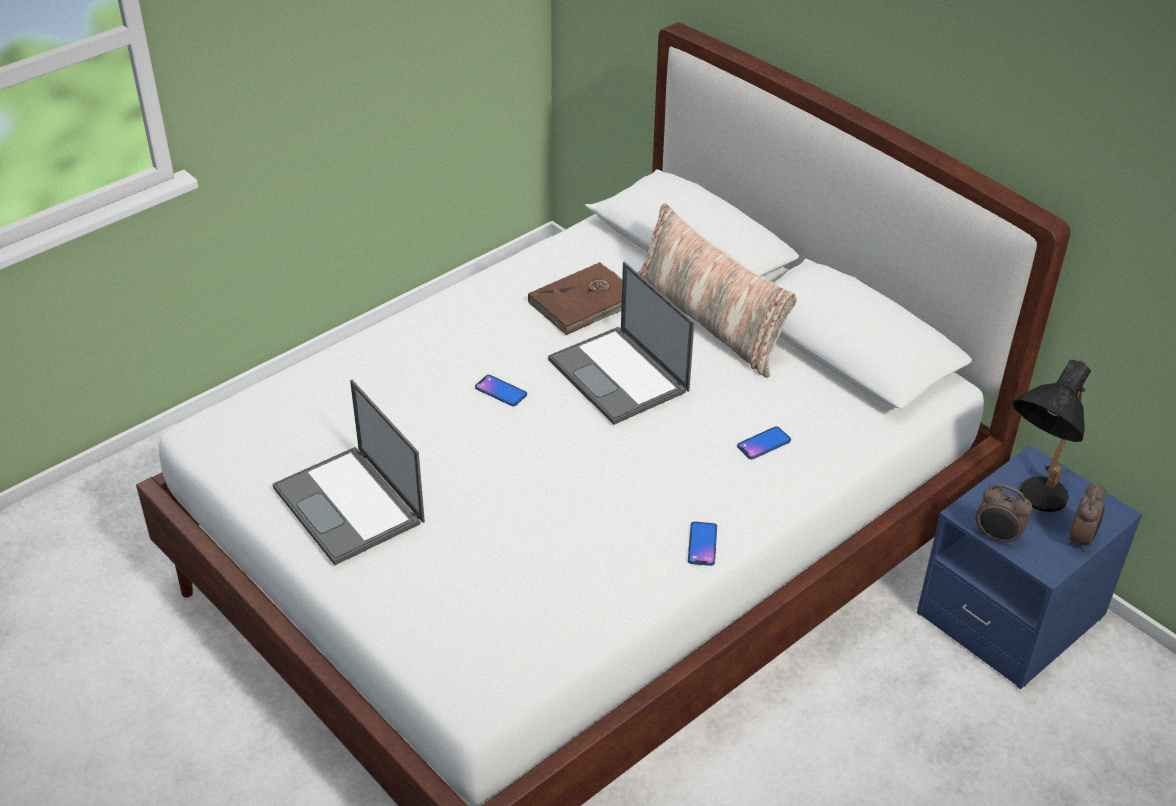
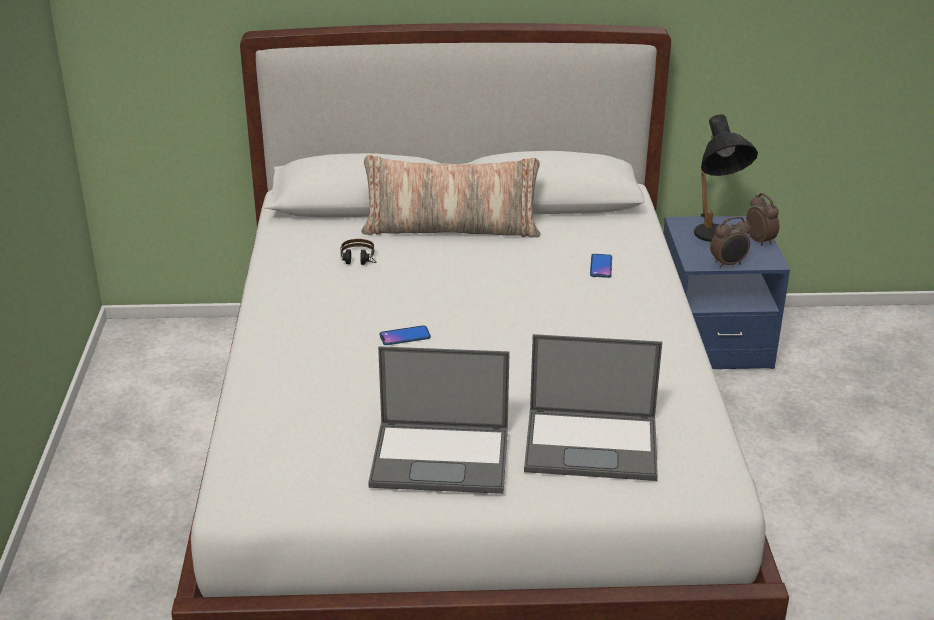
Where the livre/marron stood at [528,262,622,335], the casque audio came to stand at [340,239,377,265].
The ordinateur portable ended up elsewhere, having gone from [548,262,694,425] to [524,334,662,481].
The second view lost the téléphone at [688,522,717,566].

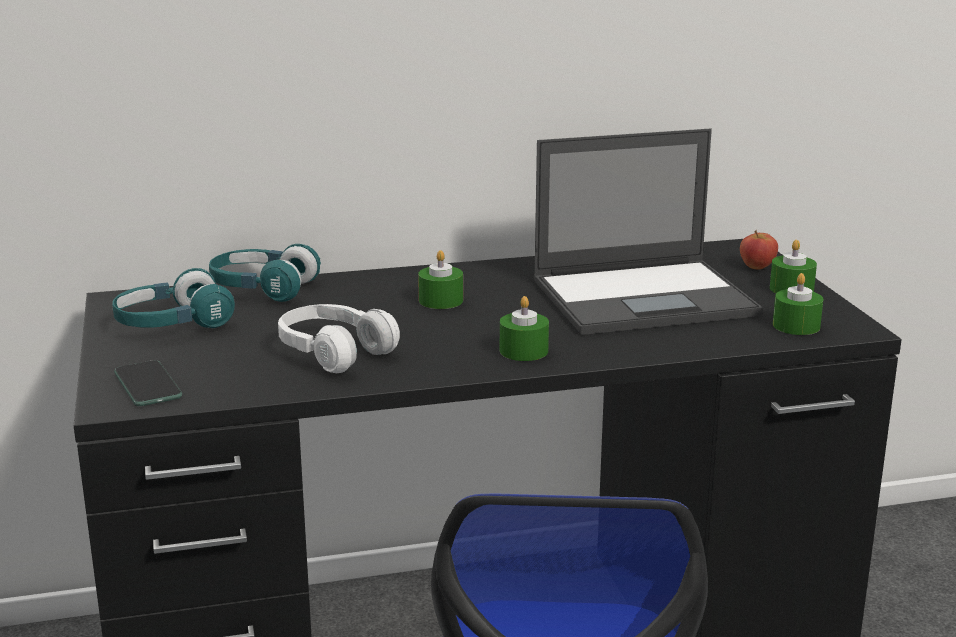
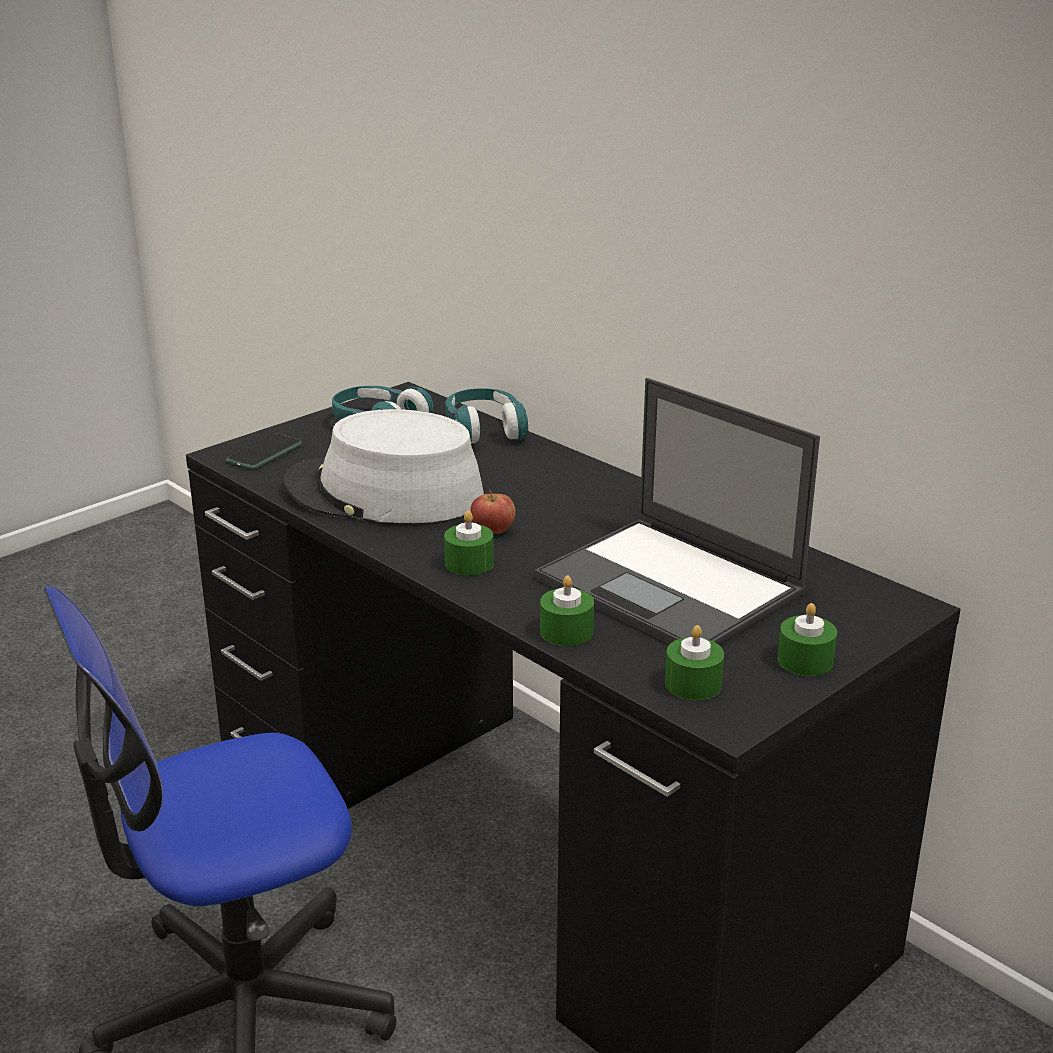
The pomme ended up elsewhere, having gone from [740,230,778,269] to [471,489,516,534].
The bougie/vert ended up elsewhere, having gone from [418,250,463,309] to [540,575,594,646].
Where the casque audio/blanc stood at [278,304,400,373], the chapeau/gris came to stand at [284,409,484,523].

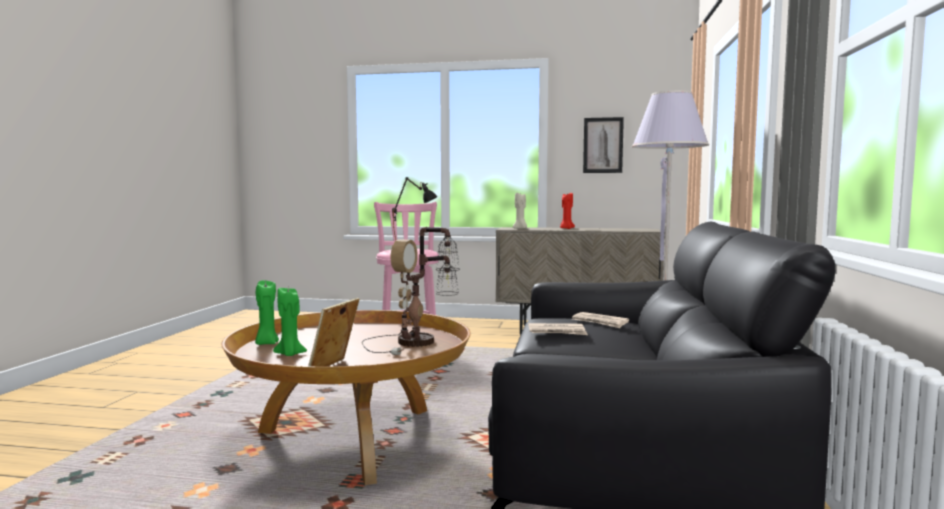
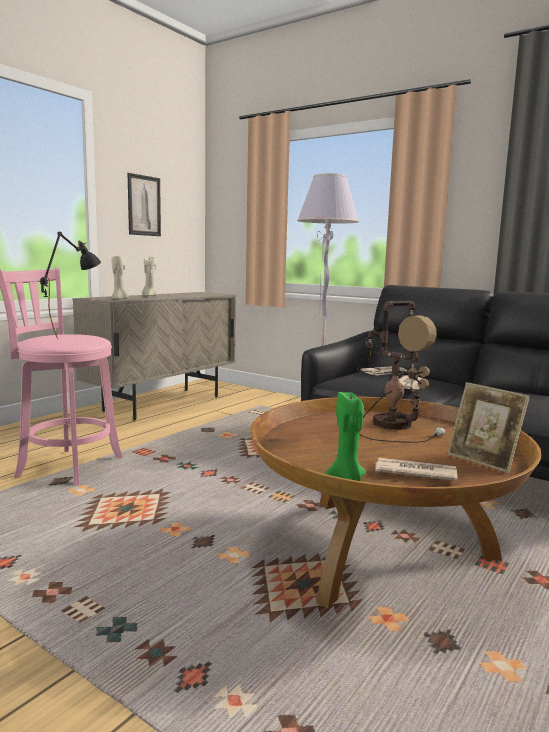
What was the bougie/rouge at [560,192,575,229] turned into the bougie/beige at [142,257,157,296].
Where the bougie/vert stood at [273,288,307,356], the journal came to stand at [375,458,458,481].

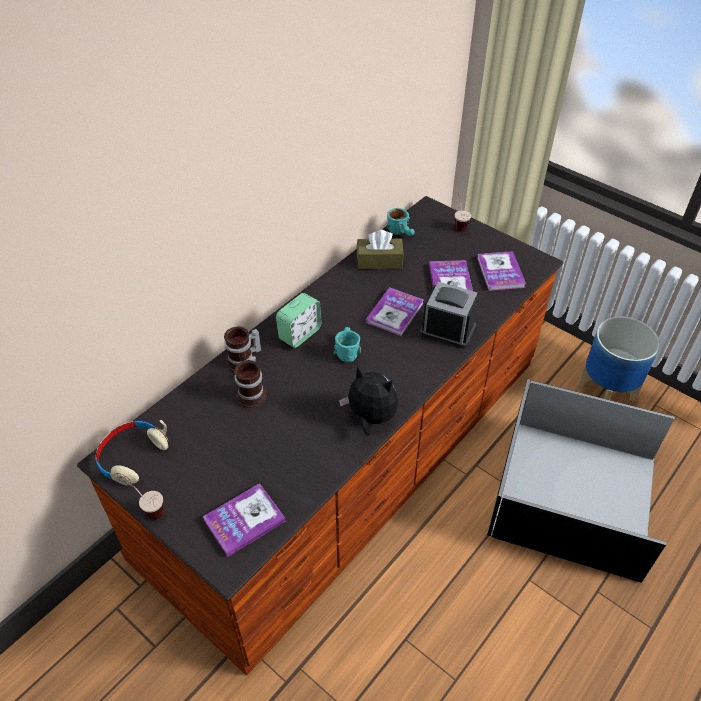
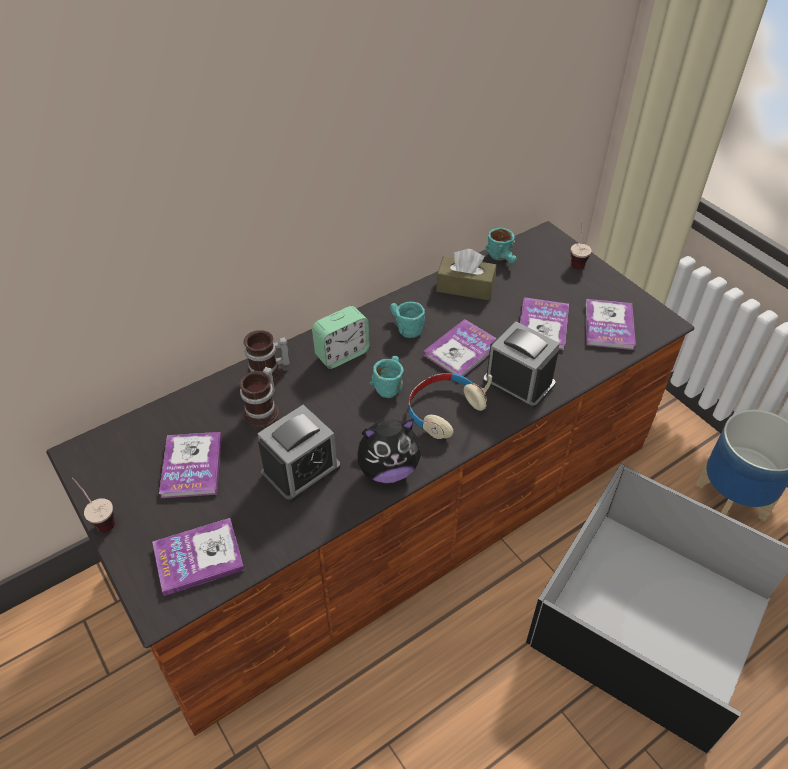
The peluche at [339,365,398,436] ended up facing another way, 120 degrees clockwise from before.
The casque audio/beige ended up elsewhere, having gone from [96,420,169,486] to [409,373,492,439].
The second view gained the mug/turquoise at [390,302,425,338].
The second view gained the réveil at [258,405,340,503].
The second view gained the livre at [159,432,222,498].

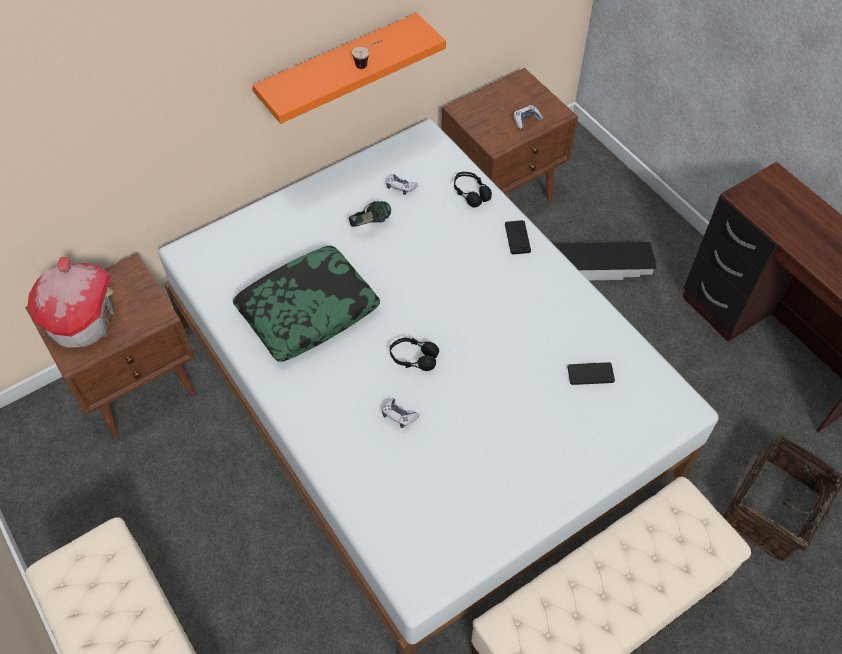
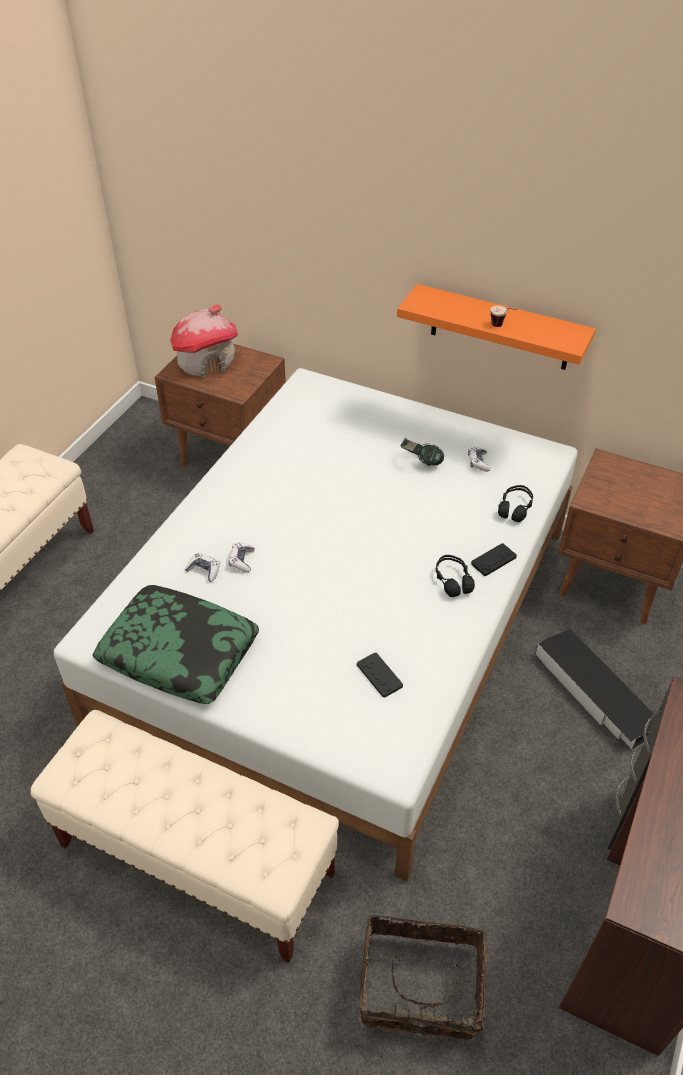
The manette ended up elsewhere, having gone from [513,105,543,129] to [185,552,220,582].
The coussin ended up elsewhere, having gone from [233,246,380,362] to [93,585,259,704].
The casque audio/noir ended up elsewhere, having gone from [390,338,439,371] to [436,555,475,597].

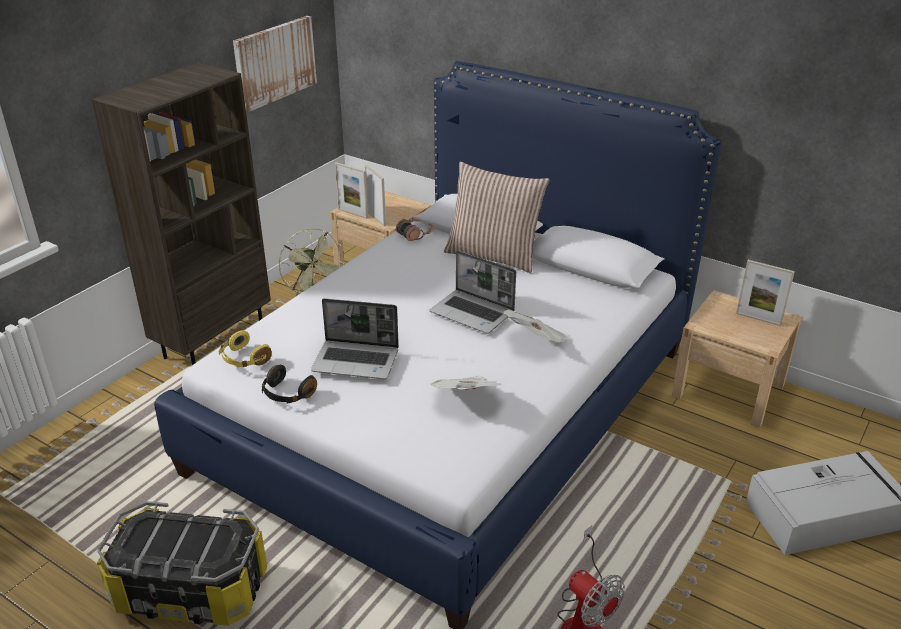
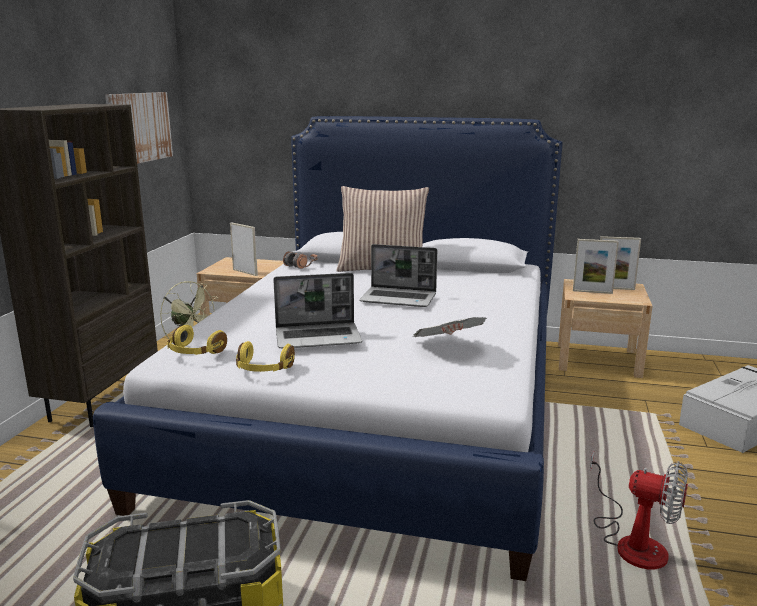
The cadre photo ended up elsewhere, having gone from [335,162,368,219] to [573,239,619,294].
The second view lost the journal at [503,310,570,343].
What was the casque audio/noir at [262,365,317,404] turned into the casque audio/jaune at [236,341,295,372].

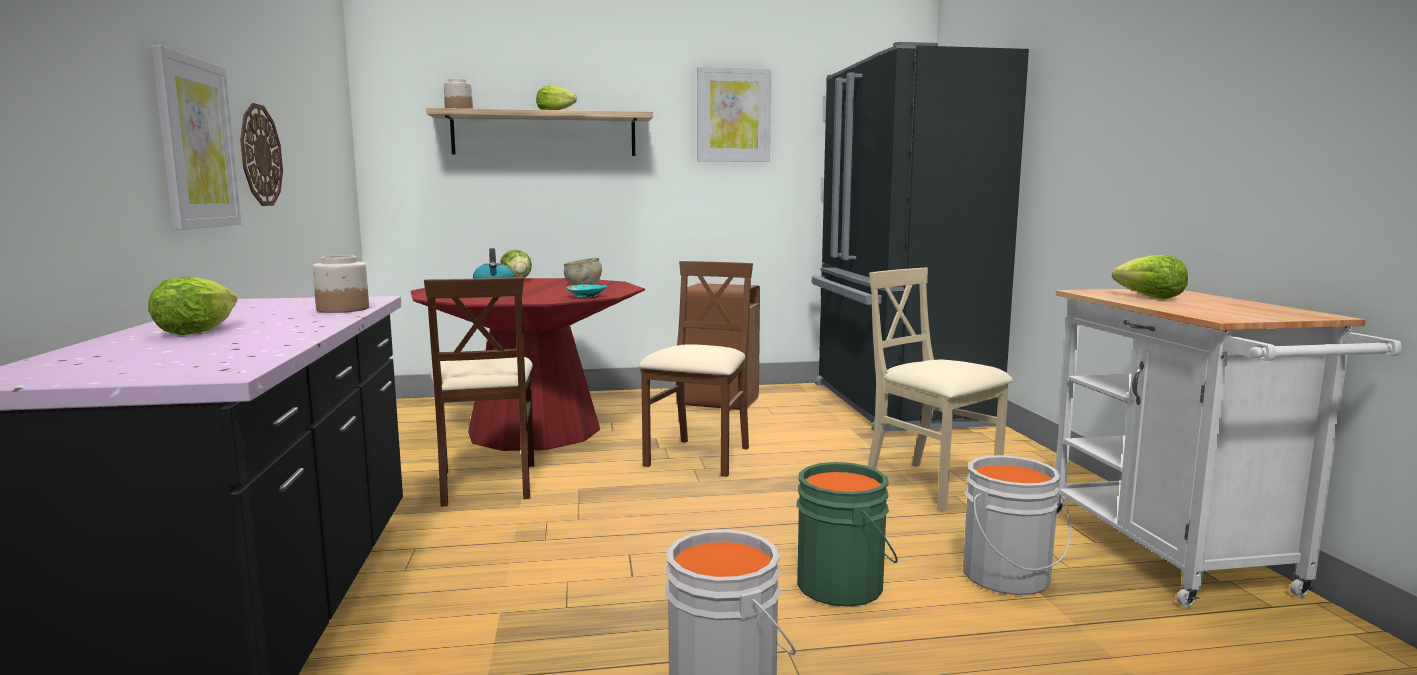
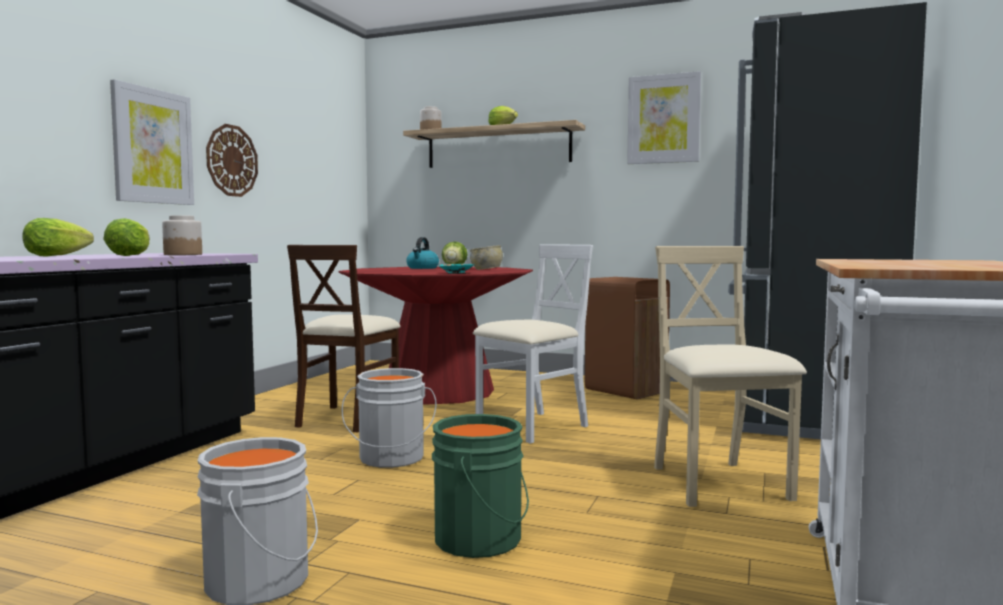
The laitue ended up elsewhere, having gone from [1112,255,1188,299] to [103,218,150,256].
What was the chaise/marron at [639,261,753,477] turned into the chaise/blanc at [473,244,593,443].
The seau/gris ended up elsewhere, having gone from [963,455,1072,595] to [342,368,437,468].

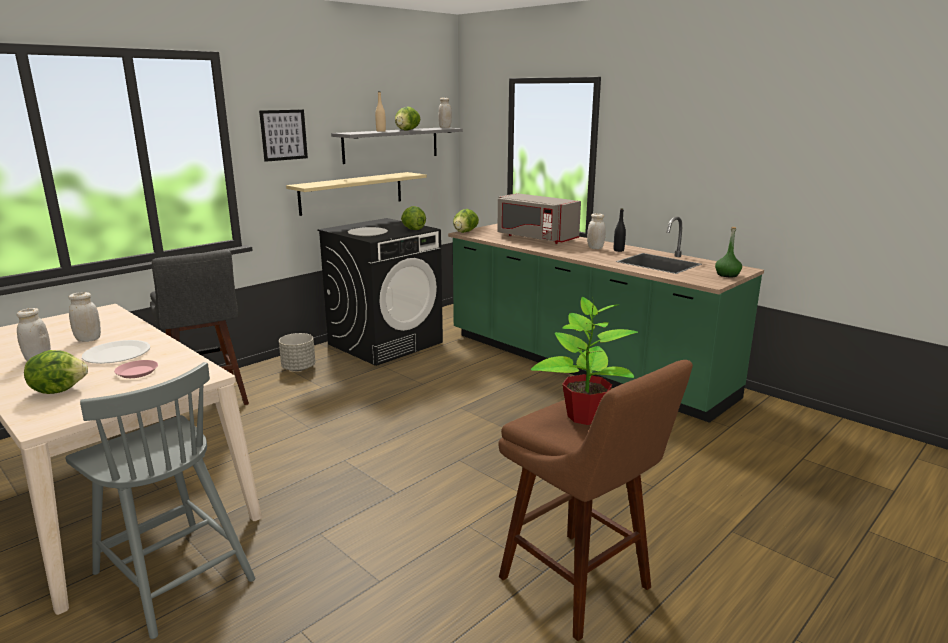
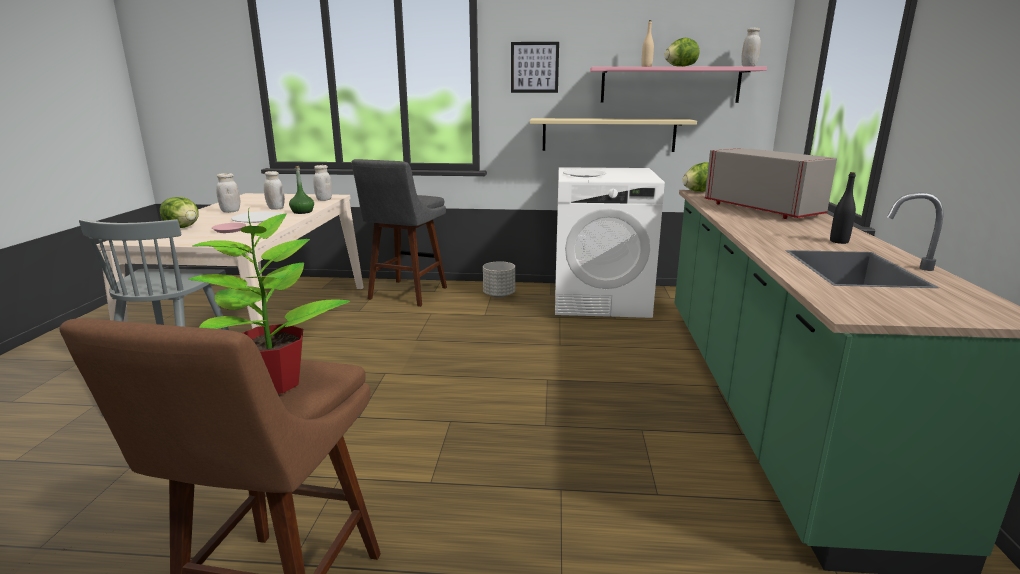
What was the étagère/gris at [331,128,463,164] turned into the étagère/rose at [590,66,767,103].
The micro-ondes/gris at [497,193,581,244] ended up facing another way, 150 degrees clockwise from before.
The second view lost the laitue at [401,206,426,230].
The bocal/blanc ended up elsewhere, having gone from [587,213,606,249] to [313,165,332,201].
What was the lave-linge/noir at [317,218,443,366] turned into the lave-linge/blanc at [555,167,665,318].
The bouteille/vert ended up elsewhere, having gone from [715,227,742,277] to [289,166,314,214].

